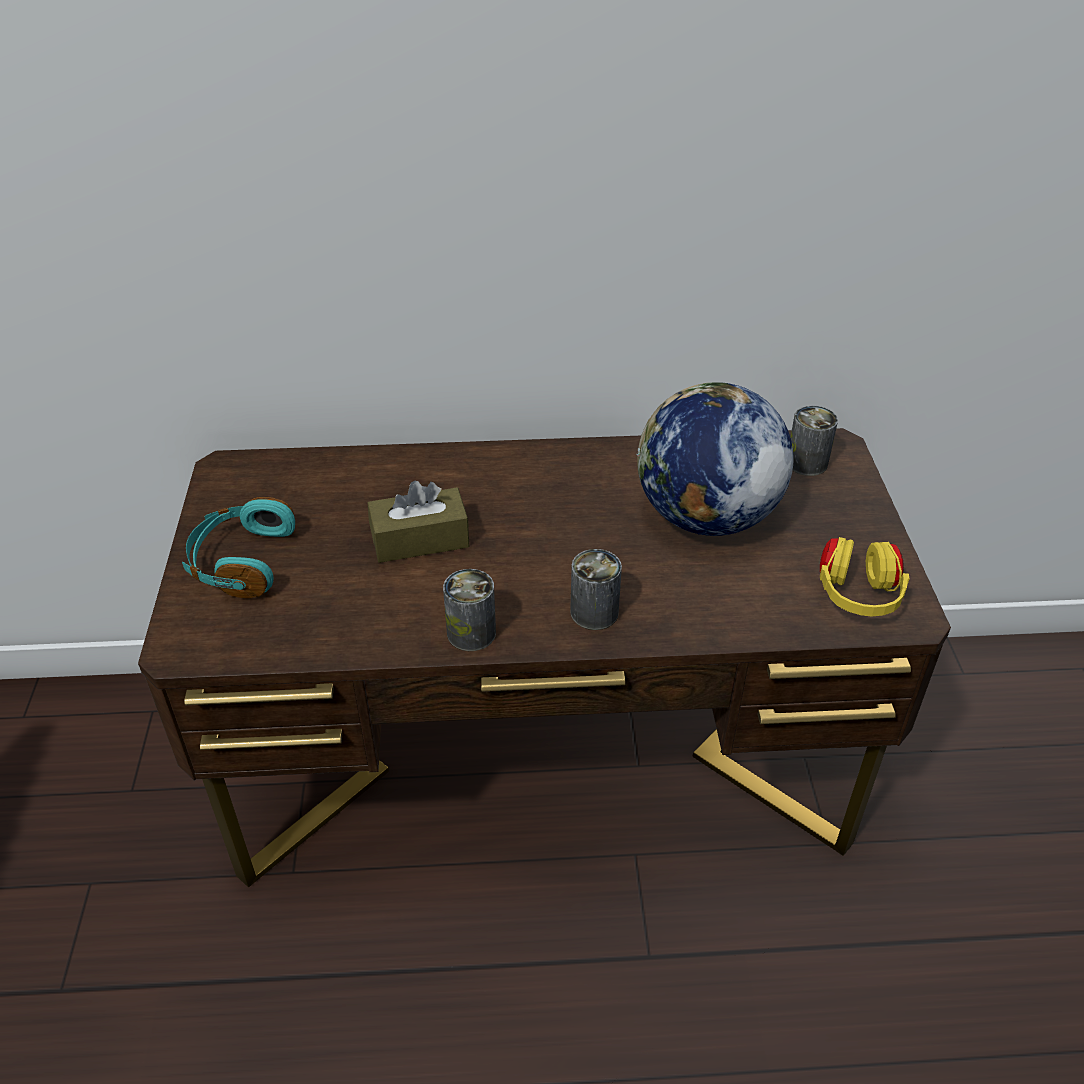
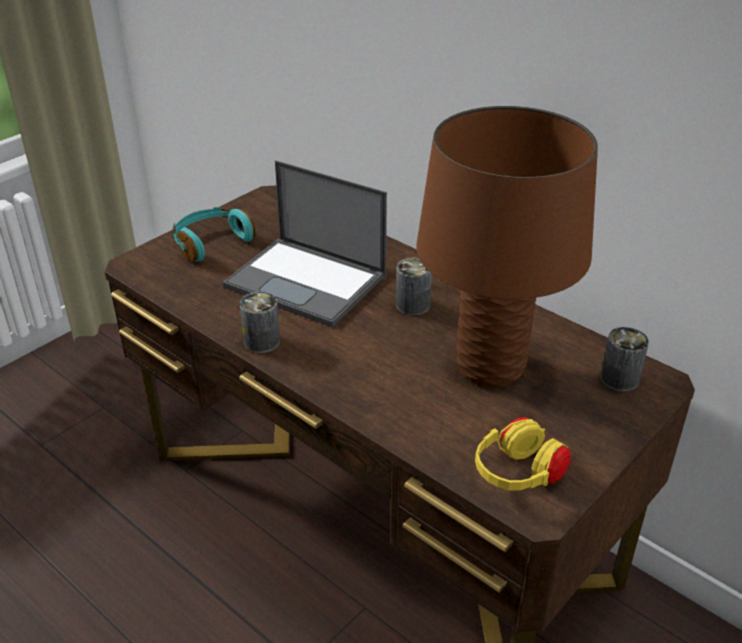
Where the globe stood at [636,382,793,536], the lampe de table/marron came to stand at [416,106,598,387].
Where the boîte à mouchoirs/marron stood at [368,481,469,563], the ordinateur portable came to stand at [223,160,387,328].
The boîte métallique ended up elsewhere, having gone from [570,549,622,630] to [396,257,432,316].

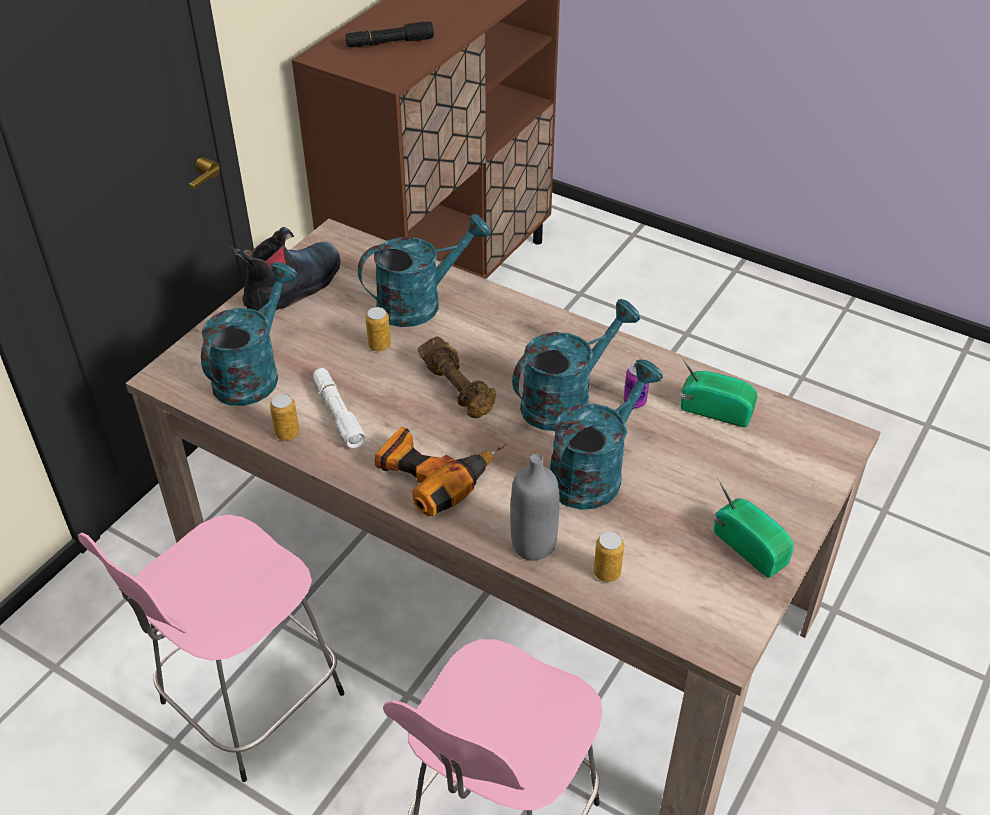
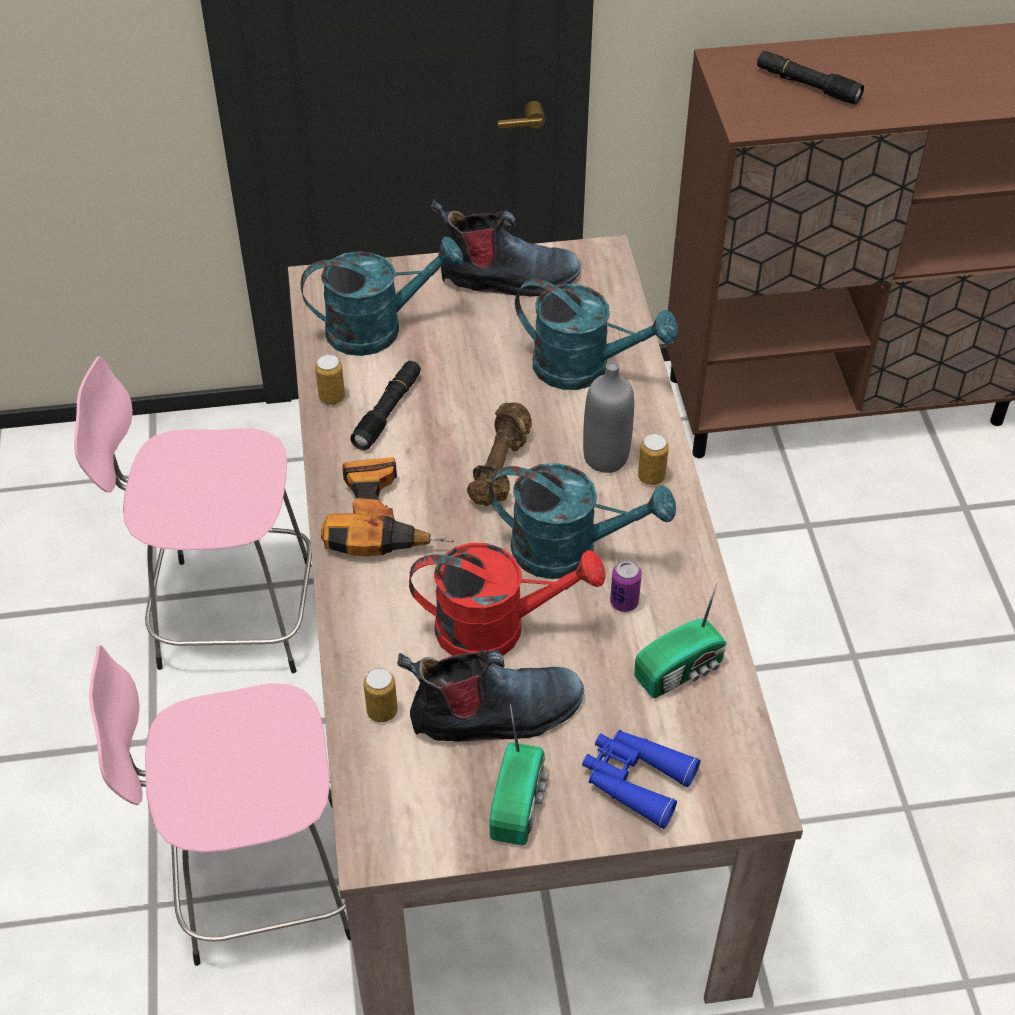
The boîte métallique ended up elsewhere, having gone from [366,307,391,352] to [638,433,669,485].
The radio at [680,357,758,427] ended up facing another way, 75 degrees clockwise from before.
What was the arrosoir/turquoise at [550,360,663,510] turned into the arrosoir/rouge at [409,543,606,656].
What was the lampe de poche/blanc at [313,368,365,448] turned into the lampe de poche/noir at [350,361,421,450].
The bouteille/gris ended up elsewhere, having gone from [510,454,560,561] to [583,361,634,473].
The second view gained the botte at [397,650,584,742].
The second view gained the jumelles/bleu at [582,730,700,829].

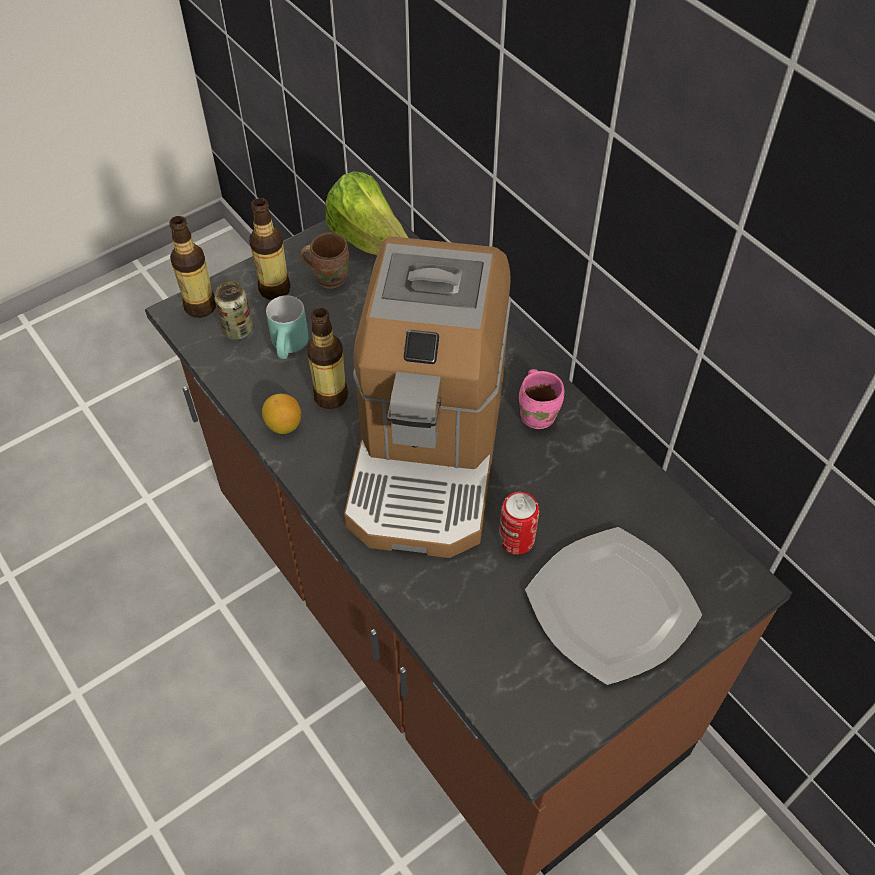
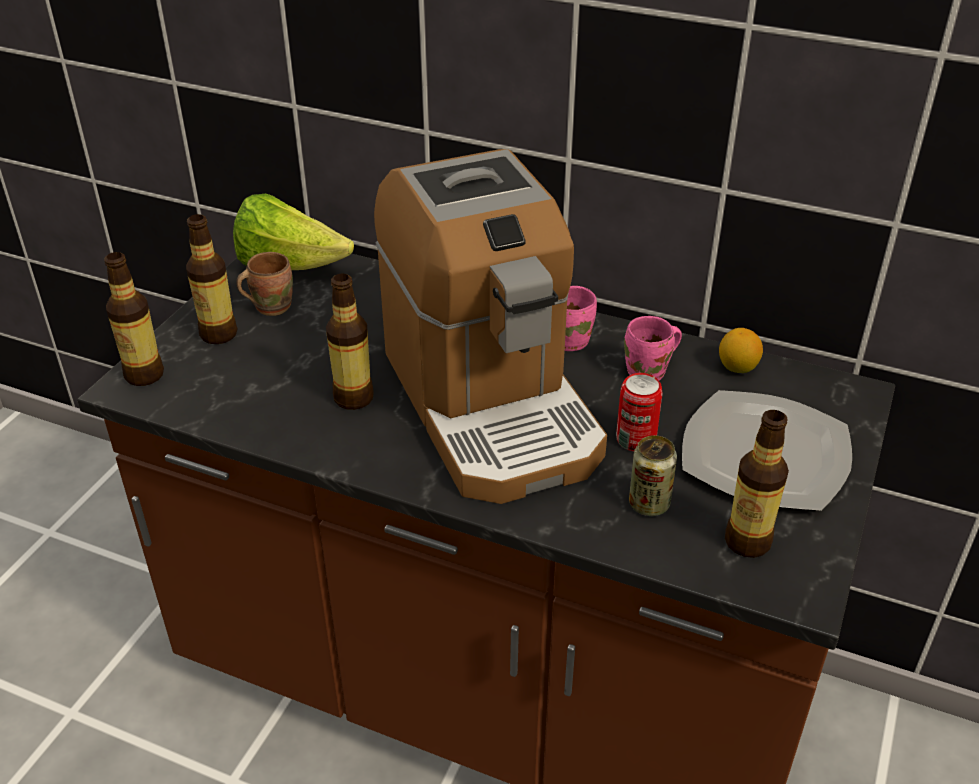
The boîte métallique ended up elsewhere, having gone from [215,282,253,340] to [629,435,677,516].
The second view lost the mug/turquoise at [266,295,309,359].
The citron ended up elsewhere, having gone from [262,394,301,434] to [719,328,763,373].
The second view gained the mug/rose at [624,316,682,381].
The second view gained the bouteille at [725,410,789,558].

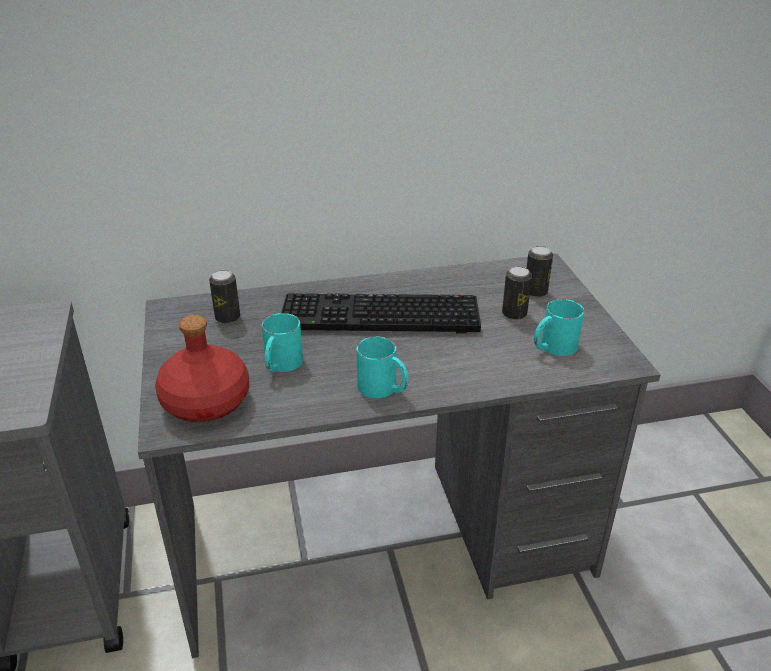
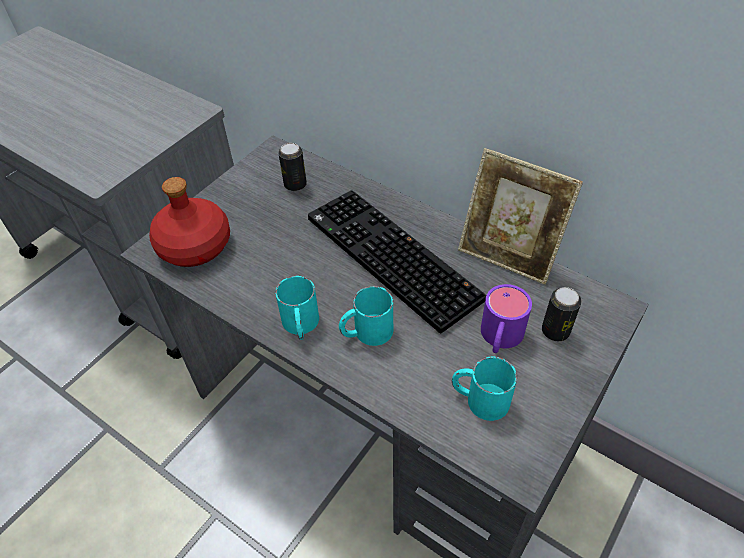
Where the boîte métallique stood at [502,266,532,320], the mug/violet came to stand at [481,284,532,353].
The mug/turquoise ended up elsewhere, having gone from [262,313,303,373] to [339,286,393,346].
The second view gained the cadre photo at [458,148,583,285].

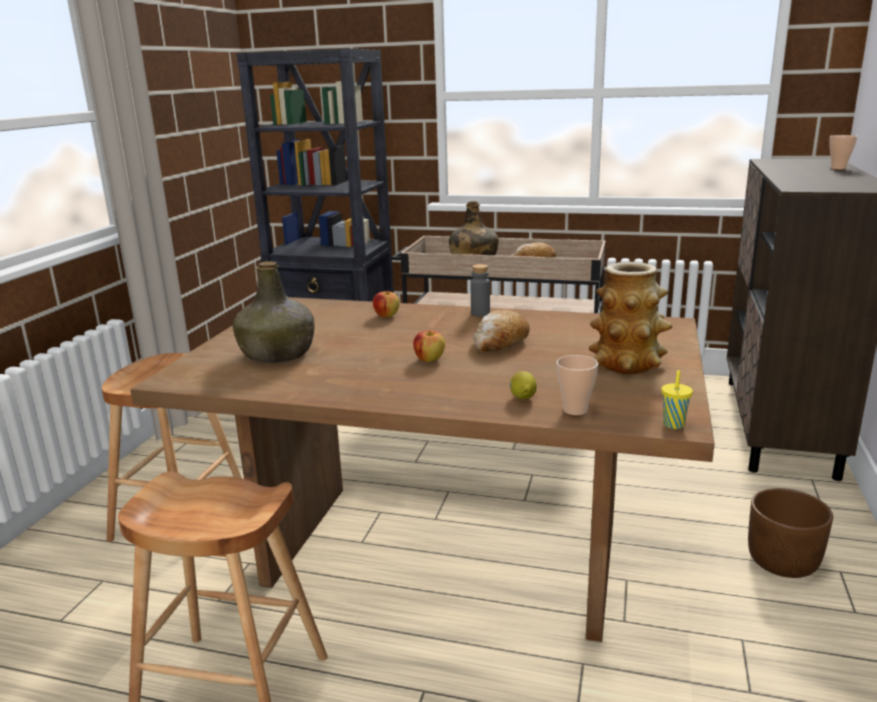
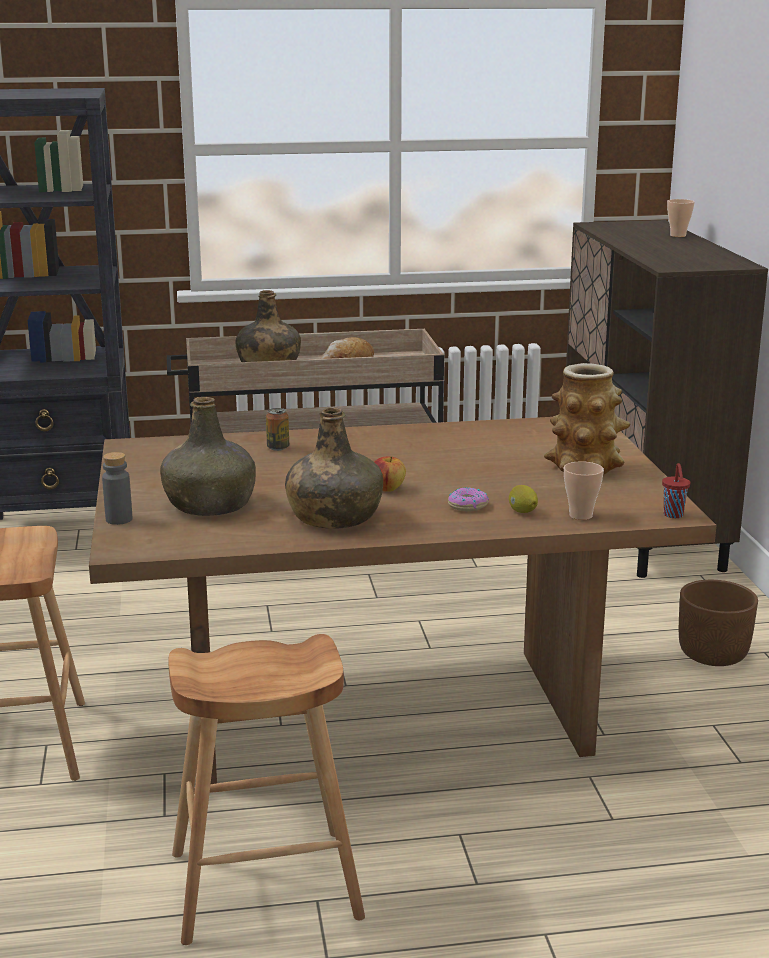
The bouteille/gris ended up elsewhere, having gone from [471,264,490,317] to [102,452,132,525].
Where the pomme stood at [373,291,400,318], the boîte métallique came to stand at [266,408,289,451].
The second view lost the pain at [473,310,530,352].
What was the tasse/jaune at [661,370,693,429] turned into the tasse/rouge at [662,463,690,518].
The second view gained the bouteille/vert at [285,407,383,528].
The second view gained the beignet at [448,487,489,511].

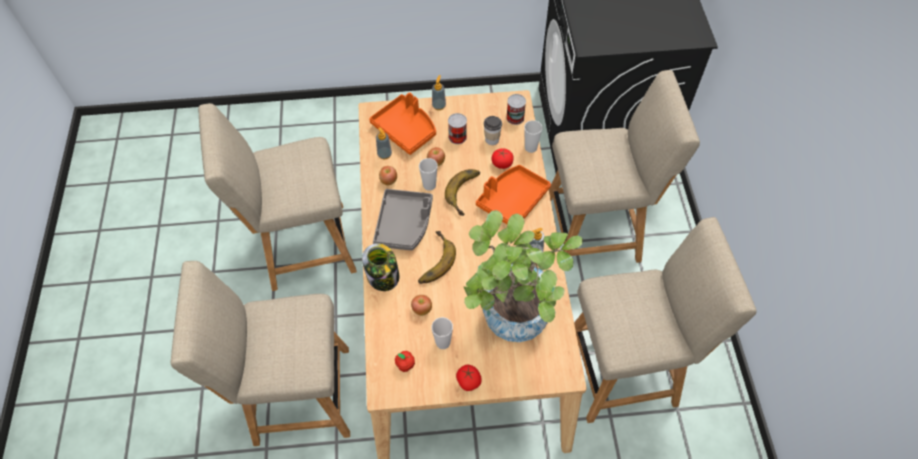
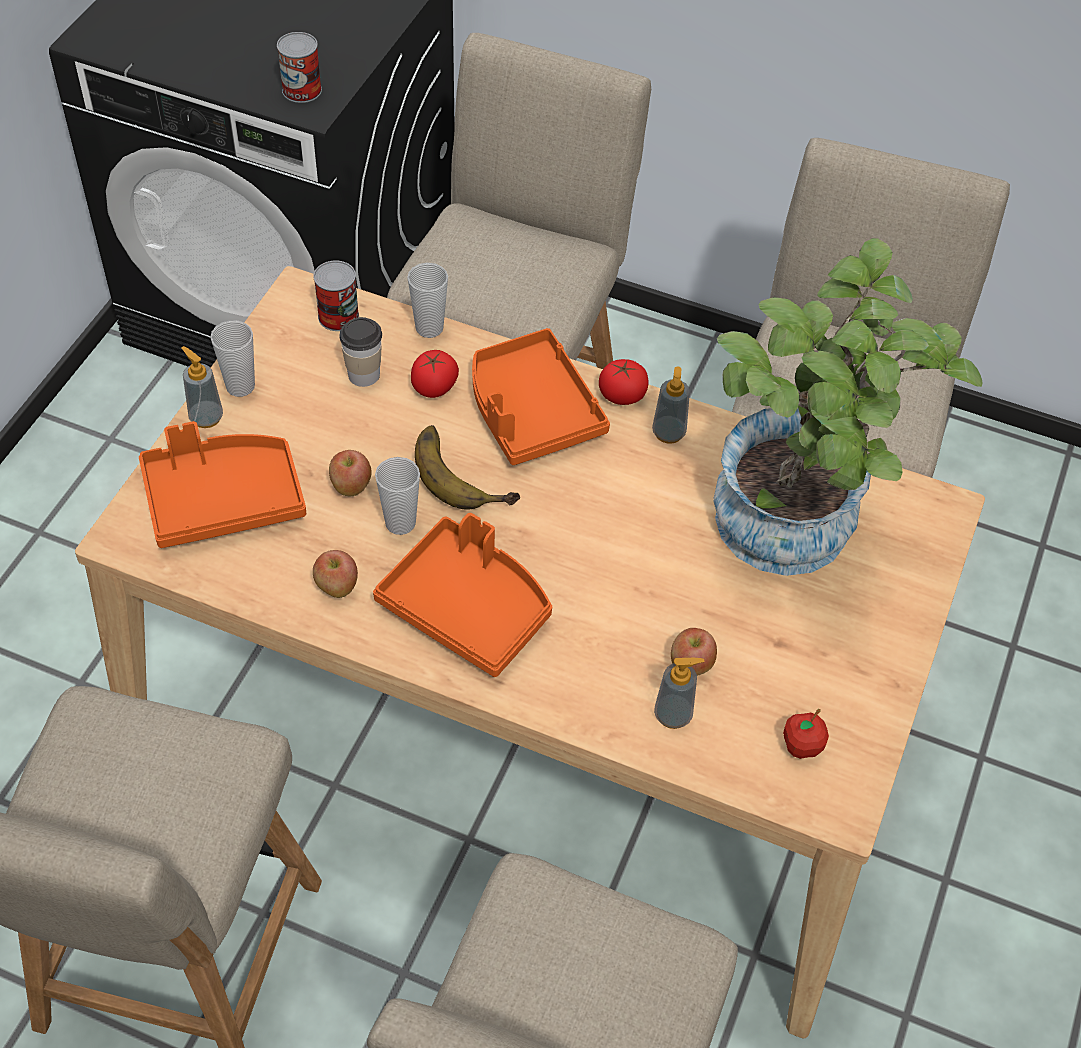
The boîte métallique ended up elsewhere, having gone from [448,113,467,144] to [277,32,322,103].
The distributeur de savon ended up elsewhere, having gone from [376,127,392,159] to [654,658,704,729].
What was the plateau/gris at [373,189,433,250] turned into the plateau/orange at [373,513,552,677].
The second view lost the banane at [418,231,456,284].
The second view lost the bocal at [362,243,399,291].
The tasse ended up elsewhere, having gone from [431,317,453,349] to [210,320,255,397].
The tomate ended up elsewhere, having gone from [456,365,482,391] to [599,359,649,405].

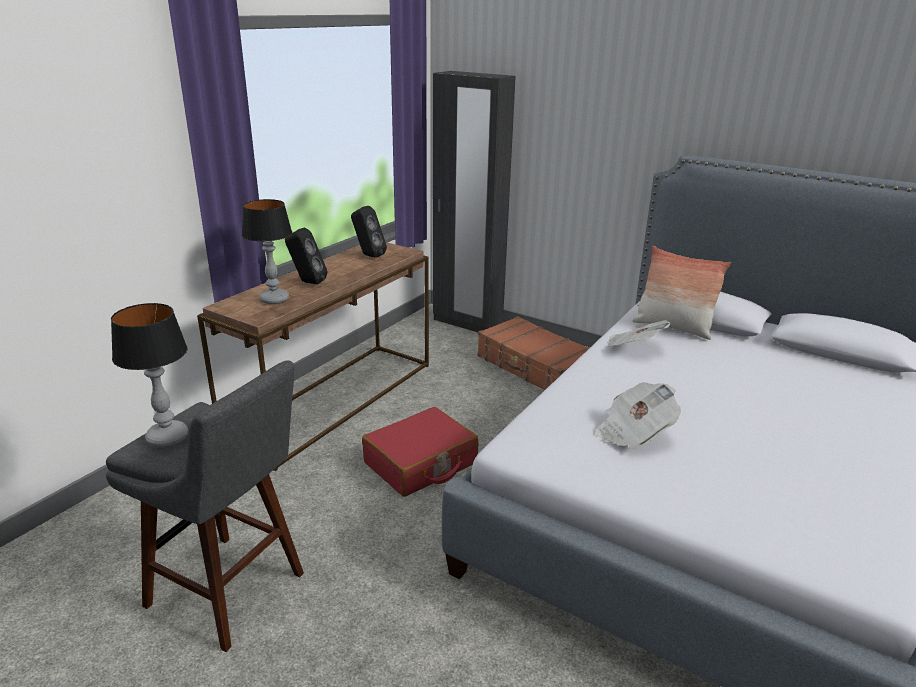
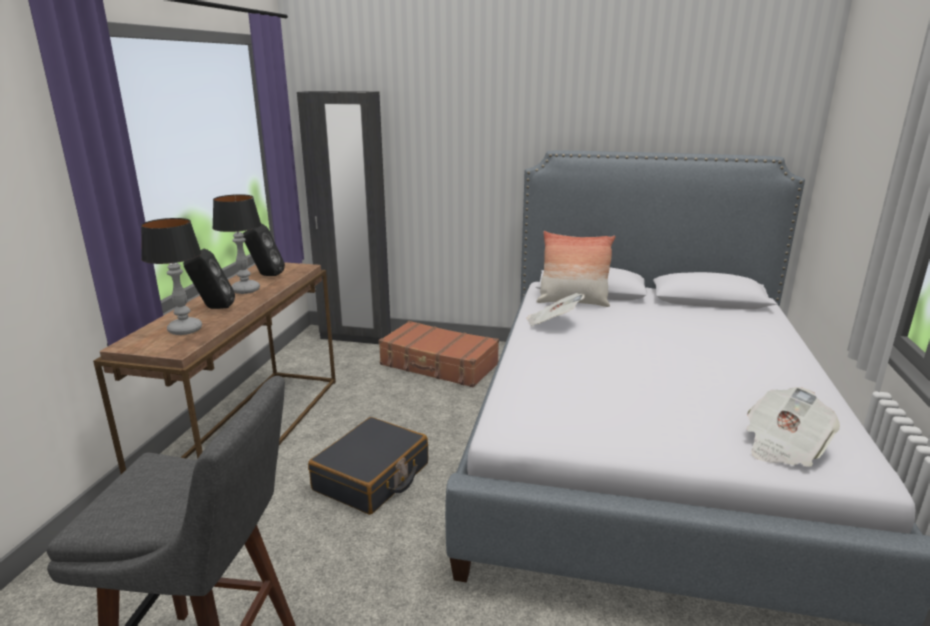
The lampe de table ended up elsewhere, having gone from [111,303,189,447] to [212,194,262,294].
The journal ended up elsewhere, having gone from [596,382,681,450] to [746,387,840,467].
What was the valise/rouge at [362,407,478,497] turned into the valise/noir at [308,417,428,515].

